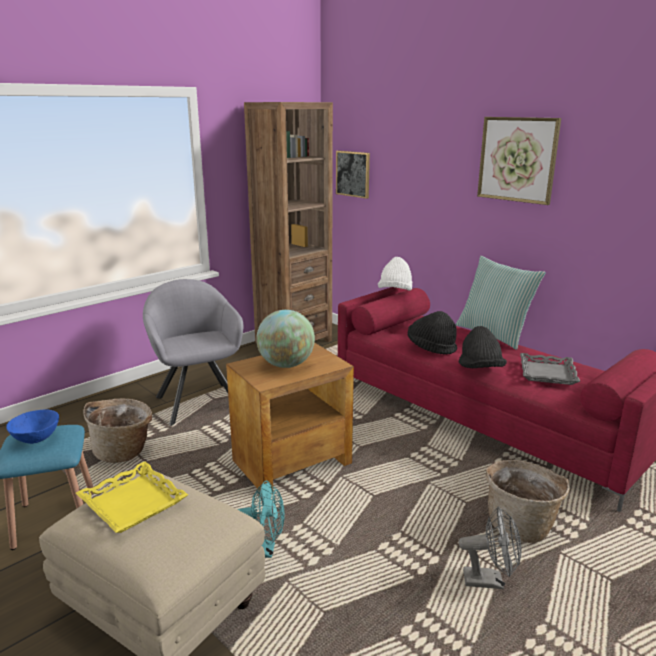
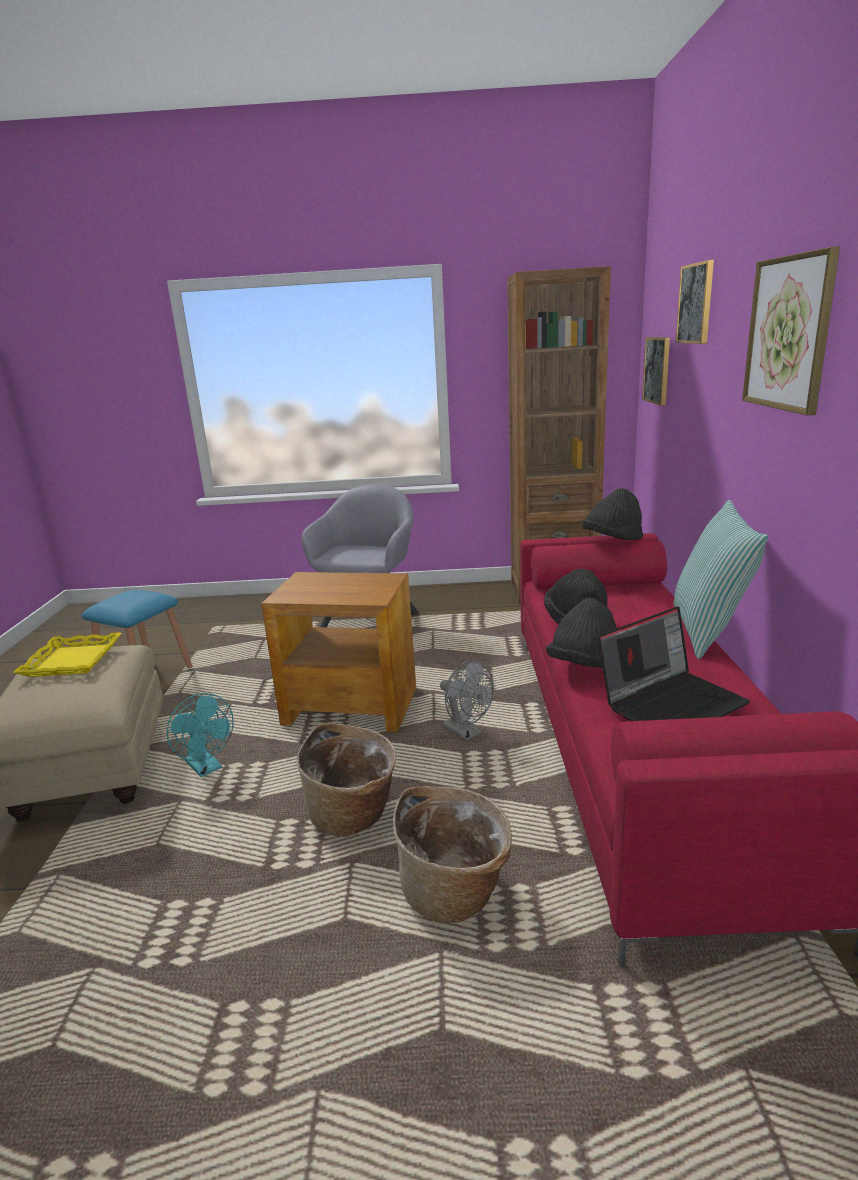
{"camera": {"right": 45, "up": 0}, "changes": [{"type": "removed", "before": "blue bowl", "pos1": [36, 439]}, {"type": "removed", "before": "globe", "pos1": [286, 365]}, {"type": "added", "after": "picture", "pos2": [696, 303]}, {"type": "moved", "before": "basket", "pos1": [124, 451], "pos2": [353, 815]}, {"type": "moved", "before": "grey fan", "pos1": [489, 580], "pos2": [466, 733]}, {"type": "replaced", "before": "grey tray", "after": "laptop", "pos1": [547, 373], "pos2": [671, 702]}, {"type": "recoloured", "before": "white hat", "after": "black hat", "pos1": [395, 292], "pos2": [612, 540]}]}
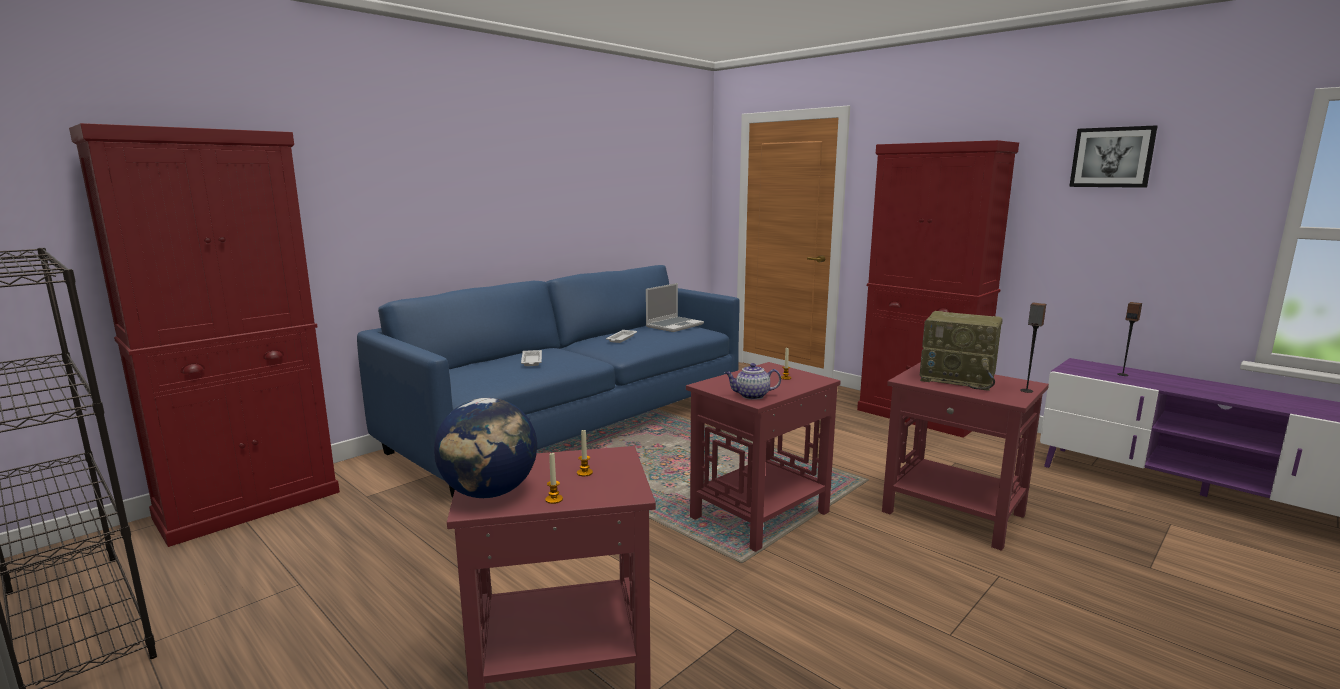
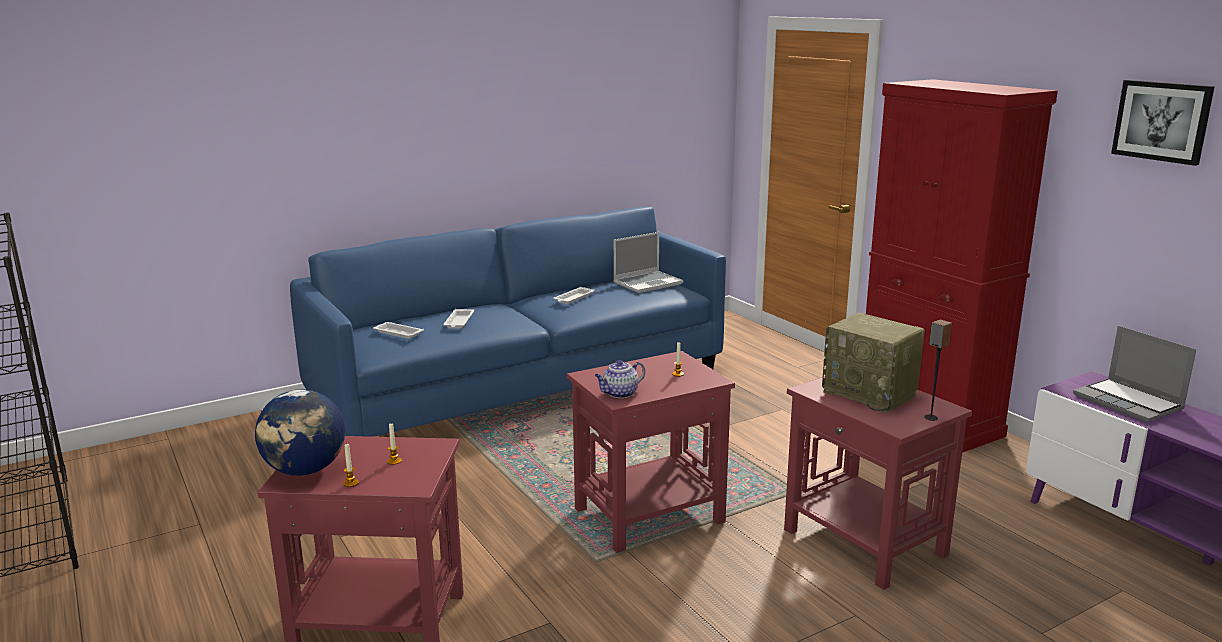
{"camera": {"right": 15, "up": 5}, "changes": [{"type": "removed", "before": "red cabinet", "pos1": [250, 504]}, {"type": "added", "after": "white tray", "pos2": [397, 333]}, {"type": "replaced", "before": "speaker", "after": "laptop", "pos1": [1122, 374], "pos2": [1129, 402]}, {"type": "turned", "before": "teapot", "pos1": [751, 396], "pos2": [619, 393], "turn": -45}]}
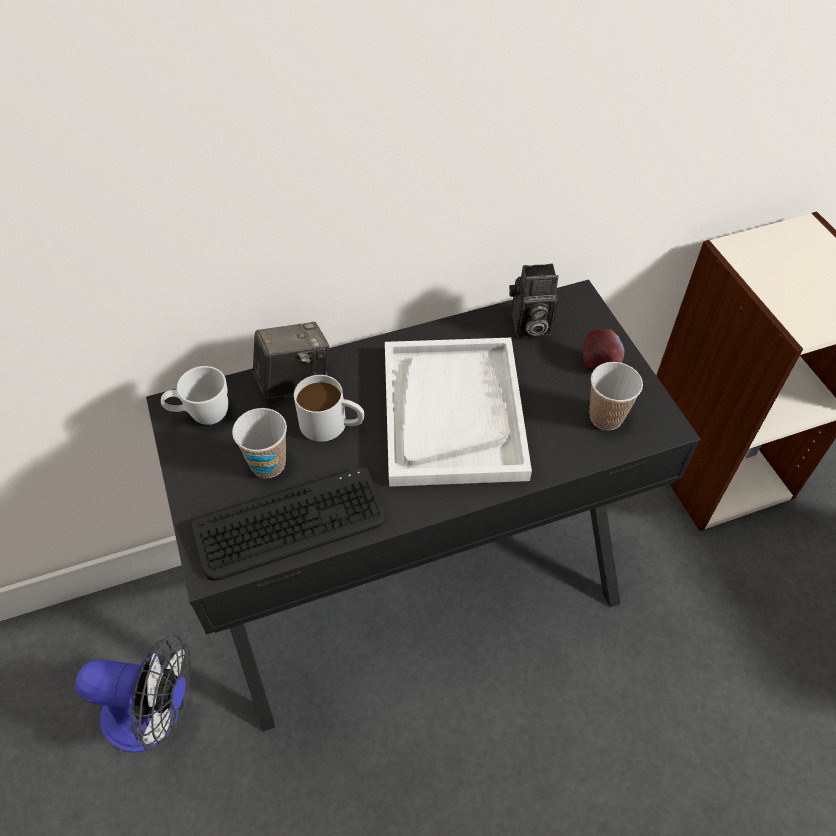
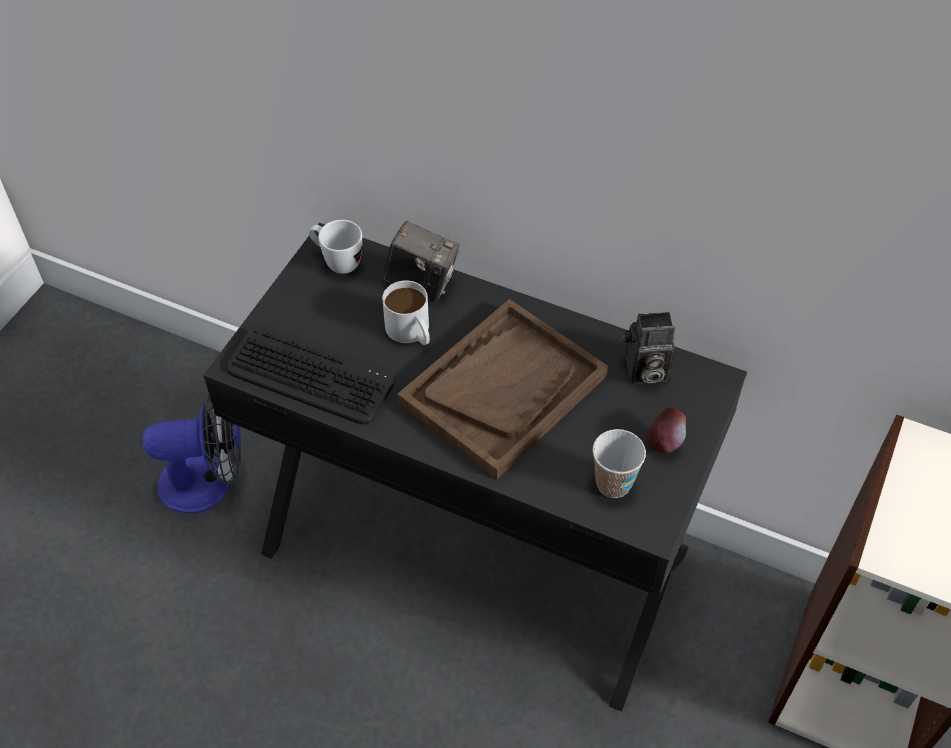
{"camera": {"right": 45, "up": 0}, "changes": [{"type": "removed", "before": "cup", "pos1": [268, 464]}, {"type": "recoloured", "before": "white tray", "after": "brown tray", "pos1": [452, 412], "pos2": [503, 389]}, {"type": "turned", "before": "fan", "pos1": [155, 715], "pos2": [208, 481], "turn": -60}, {"type": "turned", "before": "photo camera", "pos1": [529, 326], "pos2": [644, 371], "turn": -45}]}
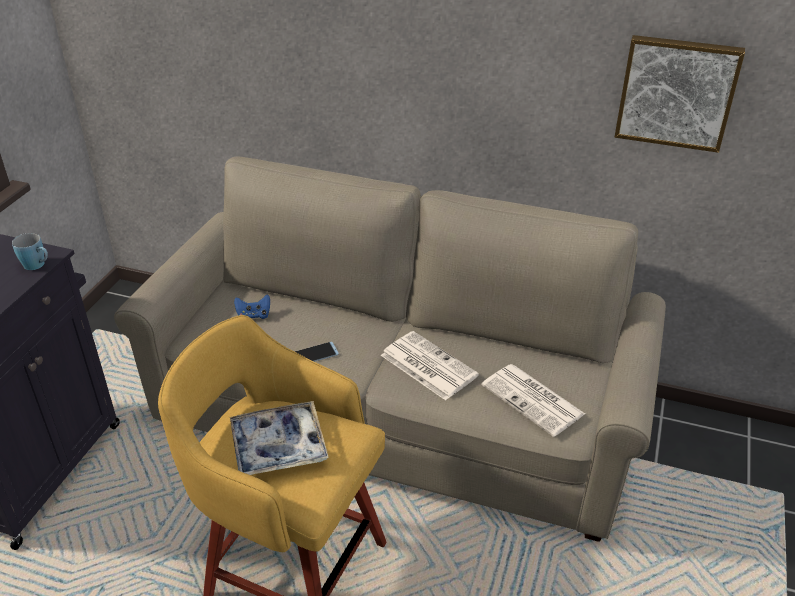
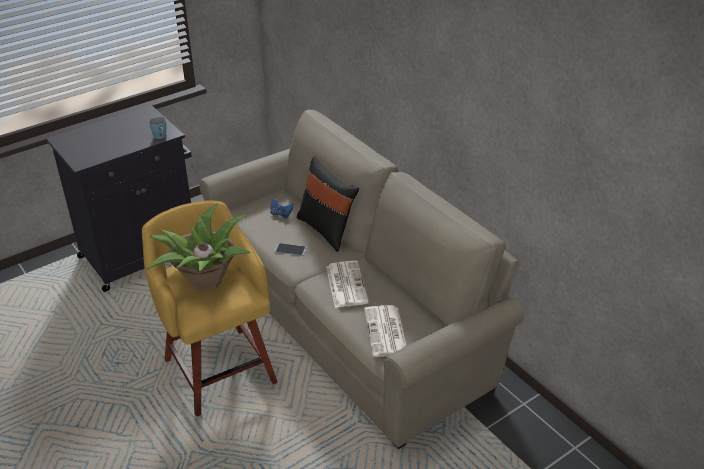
{"camera": {"right": 35, "up": 0}, "changes": [{"type": "removed", "before": "picture", "pos1": [677, 92]}, {"type": "added", "after": "black pillow", "pos2": [327, 230]}, {"type": "replaced", "before": "tray", "after": "potted plant", "pos1": [278, 446], "pos2": [205, 282]}]}
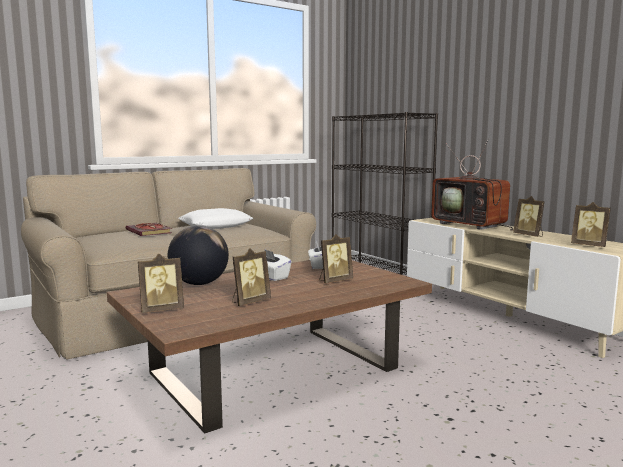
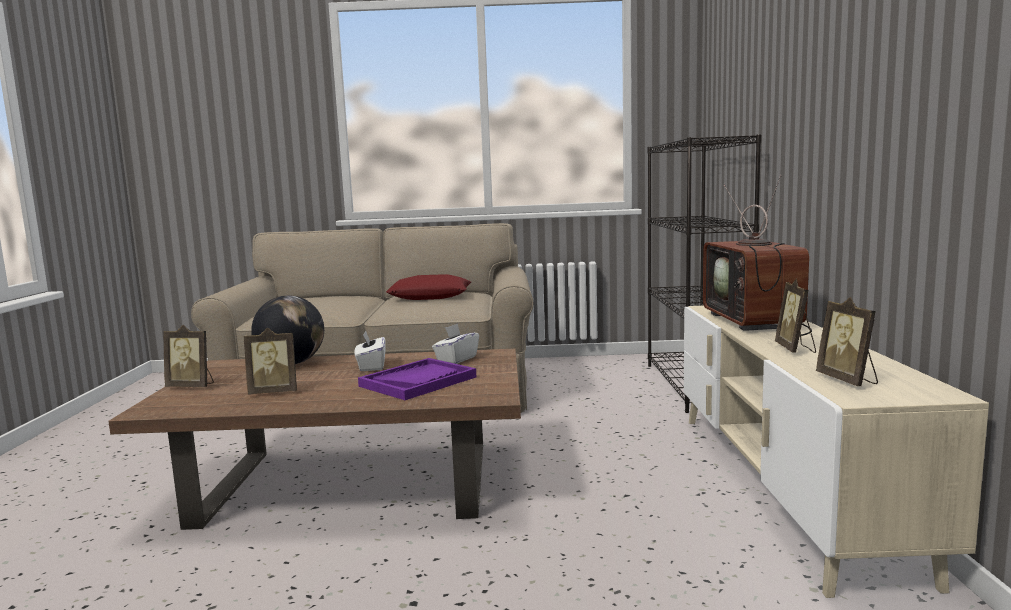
{"camera": {"right": 35, "up": 0}, "changes": [{"type": "removed", "before": "book", "pos1": [150, 232]}, {"type": "replaced", "before": "picture frame", "after": "purple tray", "pos1": [334, 281], "pos2": [418, 381]}, {"type": "recoloured", "before": "white pillow", "after": "red pillow", "pos1": [216, 225], "pos2": [430, 296]}]}
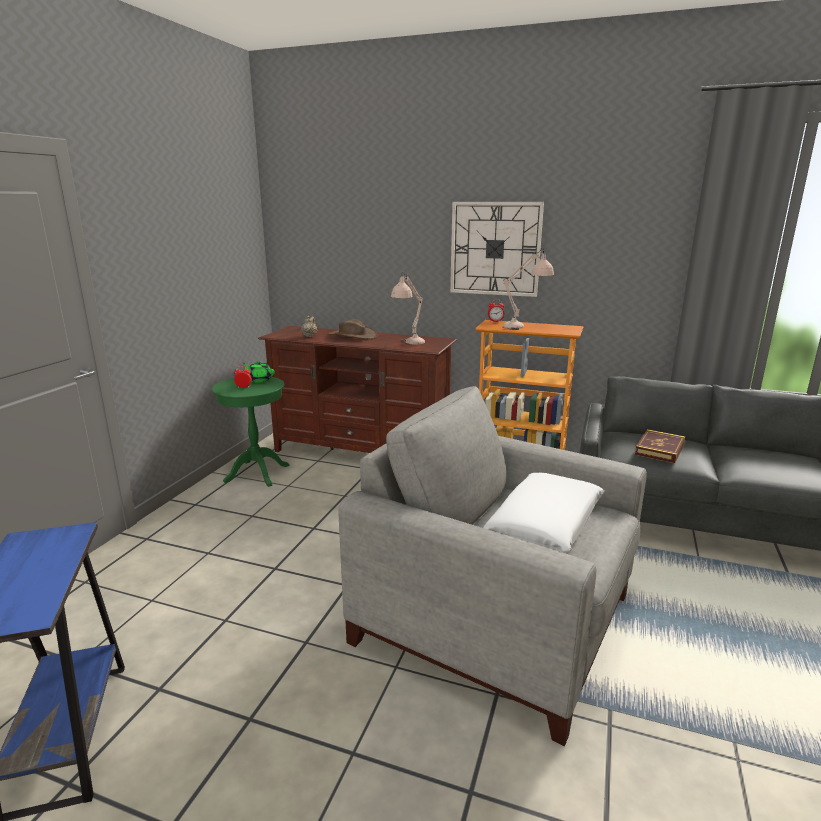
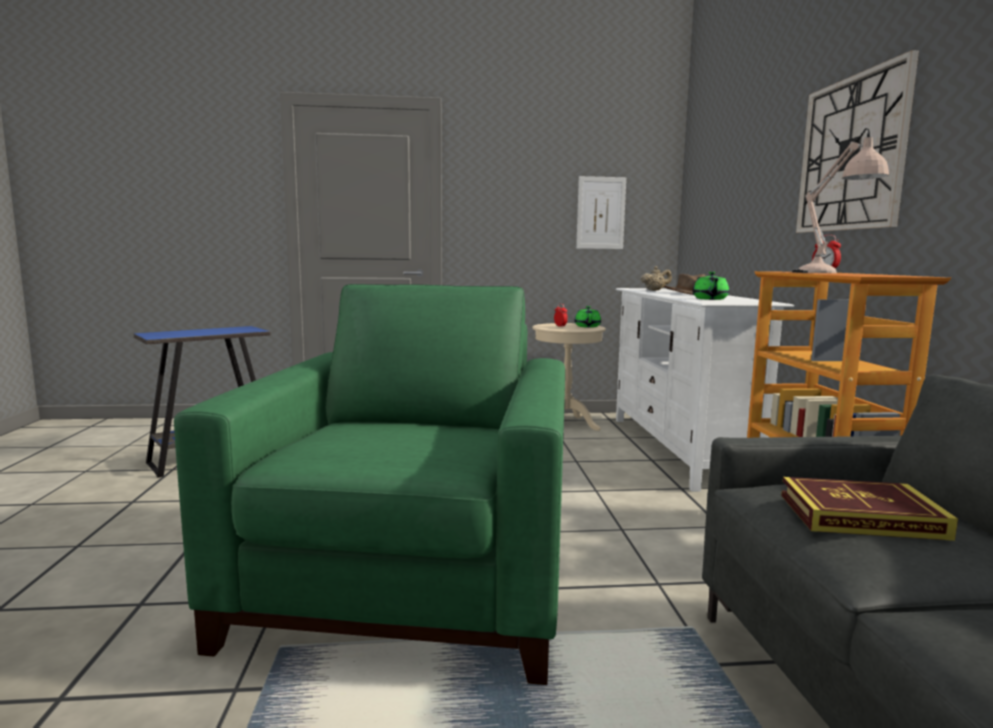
{"camera": {"right": 65, "up": -10}, "changes": [{"type": "removed", "before": "white pillow", "pos1": [545, 524]}, {"type": "added", "after": "picture", "pos2": [600, 213]}, {"type": "replaced", "before": "beige table lamp", "after": "green teapot", "pos1": [408, 344], "pos2": [710, 299]}, {"type": "recoloured", "before": "green side table", "after": "beige side table", "pos1": [257, 473], "pos2": [565, 424]}, {"type": "recoloured", "before": "brown tv stand", "after": "white tv stand", "pos1": [361, 453], "pos2": [679, 449]}, {"type": "recoloured", "before": "grey armchair", "after": "green armchair", "pos1": [498, 619], "pos2": [412, 580]}]}
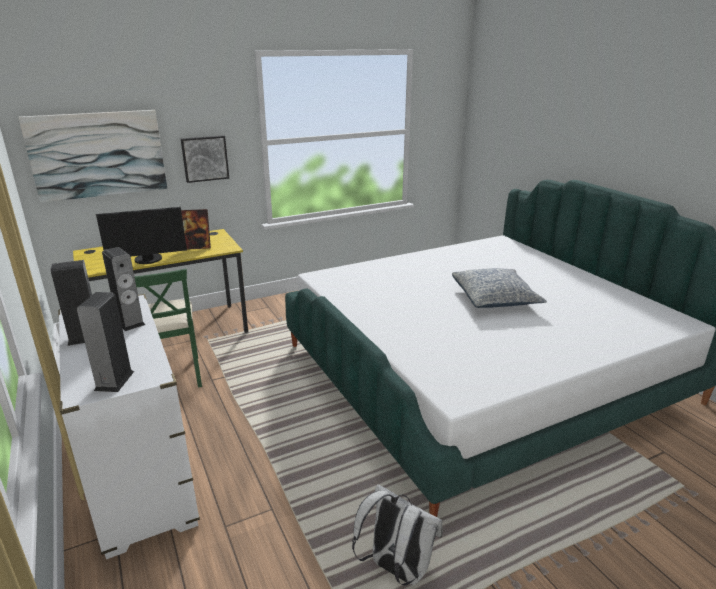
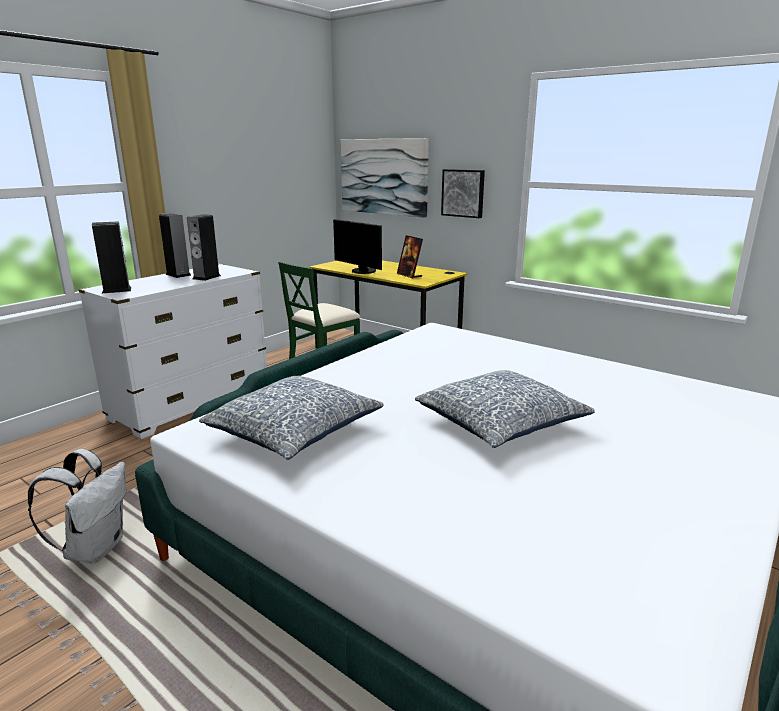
{"camera": {"right": 65, "up": -5}, "changes": [{"type": "added", "after": "pillow", "pos2": [295, 432]}]}
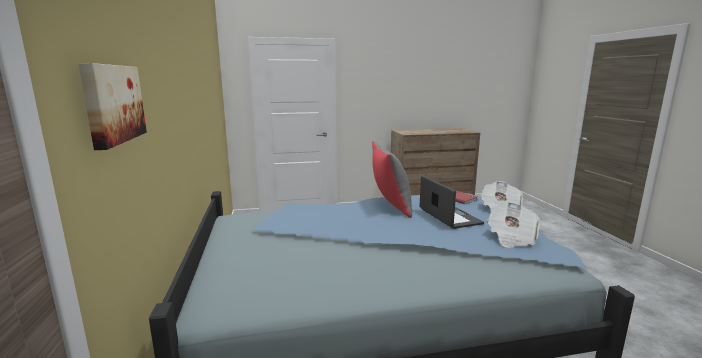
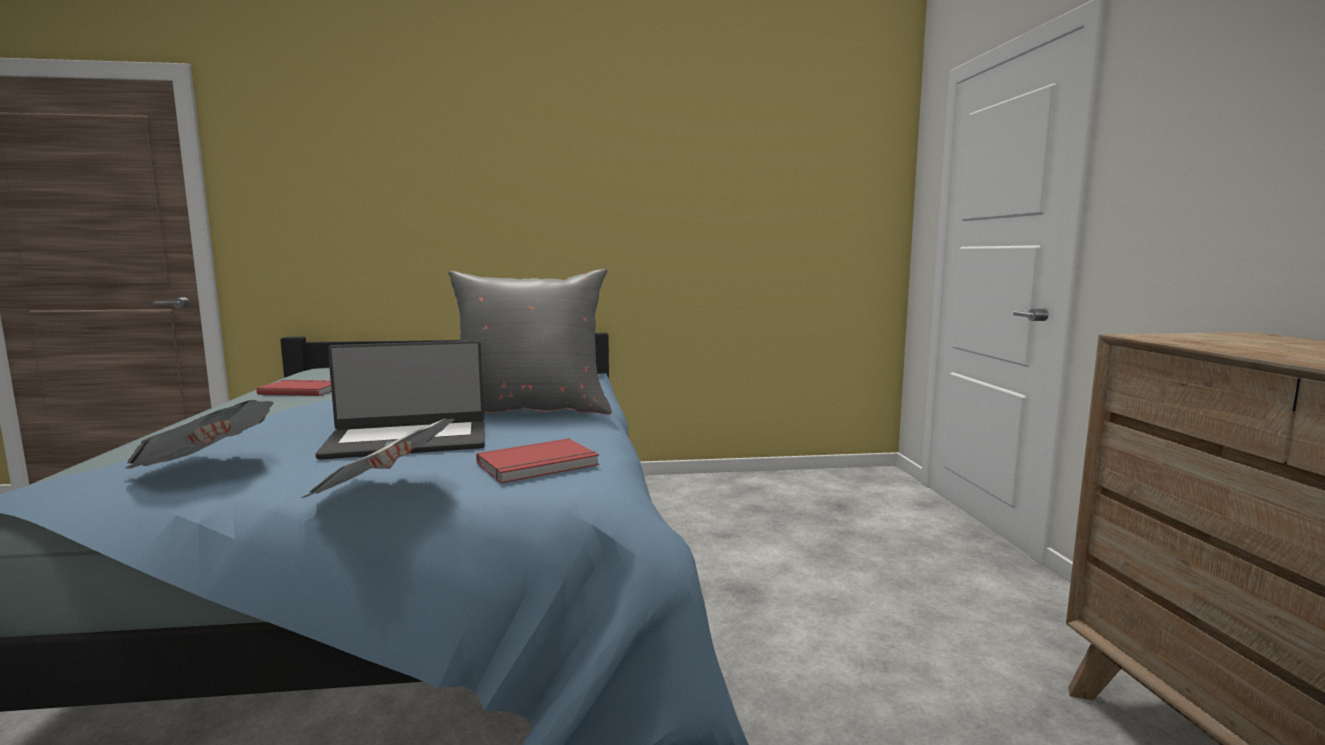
{"camera": {"right": 95, "up": -5}, "changes": [{"type": "removed", "before": "picture", "pos1": [112, 103]}, {"type": "added", "after": "red book", "pos2": [303, 390]}]}
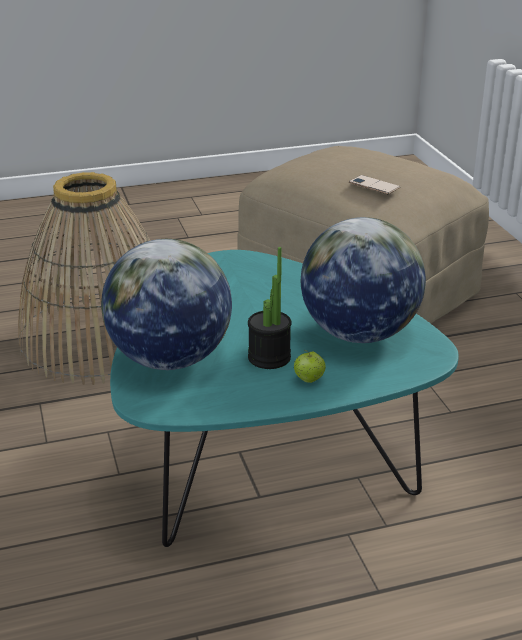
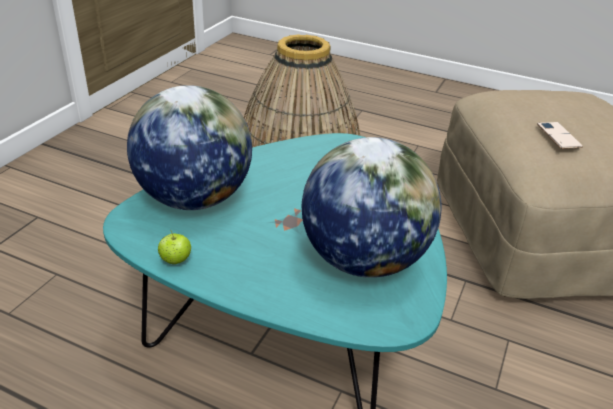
{"camera": {"right": 40, "up": 5}, "changes": [{"type": "removed", "before": "potted plant", "pos1": [269, 357]}, {"type": "moved", "before": "apple", "pos1": [309, 380], "pos2": [175, 261]}]}
